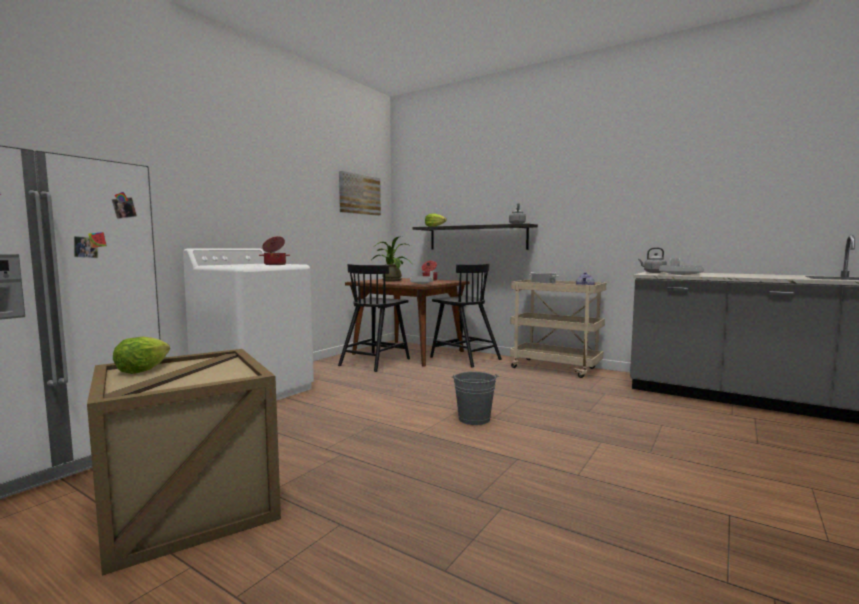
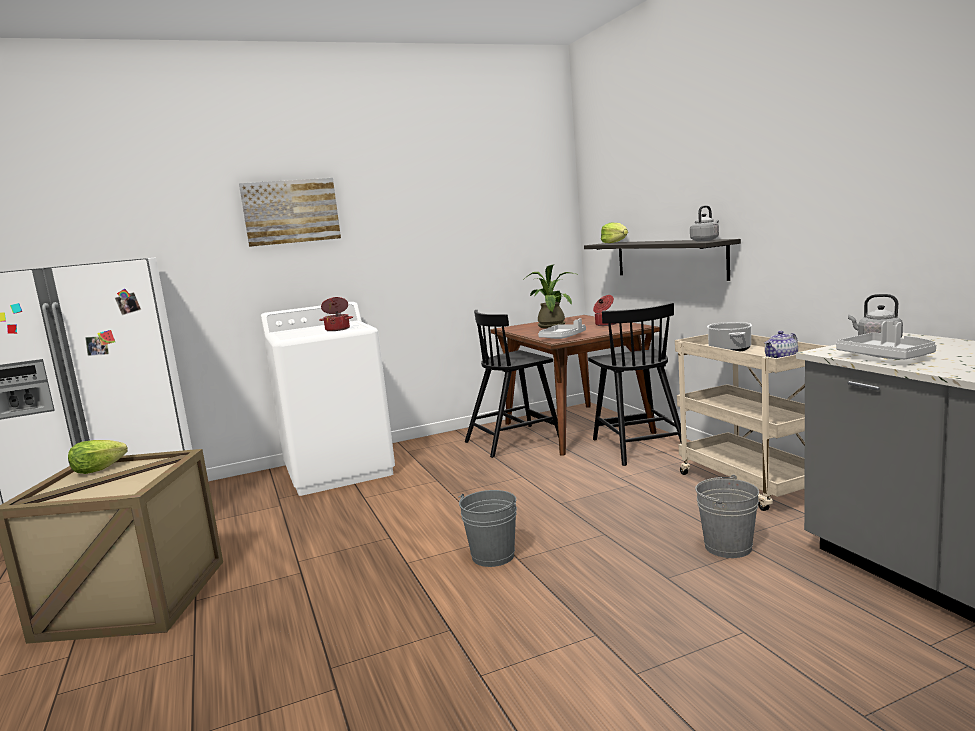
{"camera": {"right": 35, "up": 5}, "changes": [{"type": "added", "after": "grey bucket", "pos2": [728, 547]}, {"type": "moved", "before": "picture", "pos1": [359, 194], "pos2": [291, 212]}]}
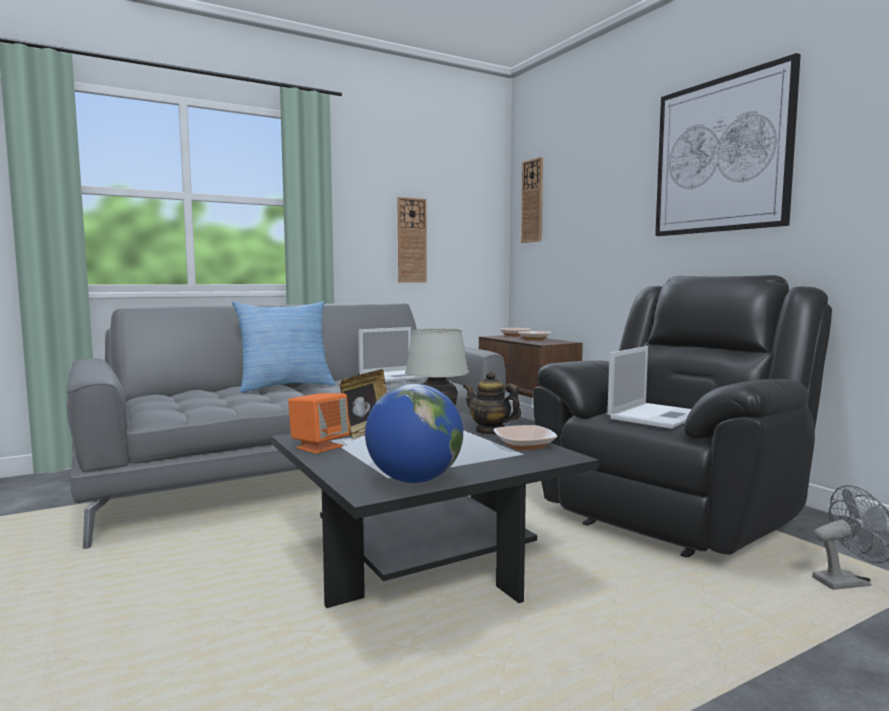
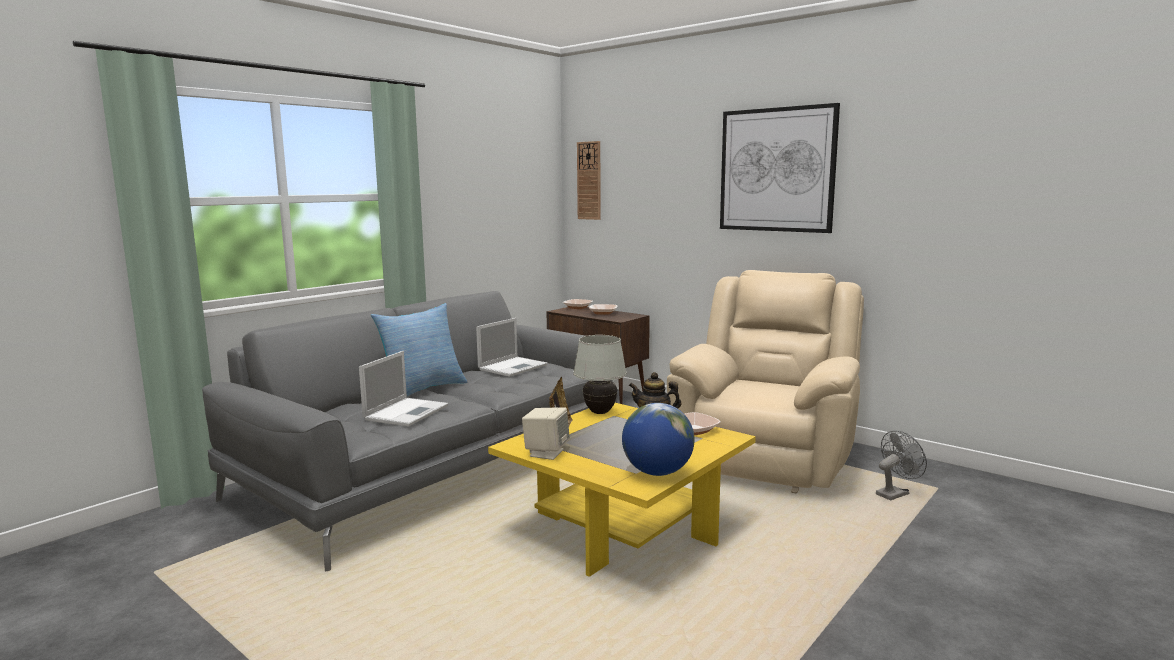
{"camera": {"right": -20, "up": 5}, "changes": [{"type": "removed", "before": "wall clock", "pos1": [411, 240]}, {"type": "moved", "before": "laptop", "pos1": [656, 416], "pos2": [407, 412]}, {"type": "recoloured", "before": "black coffee table", "after": "yellow coffee table", "pos1": [423, 561], "pos2": [623, 529]}, {"type": "recoloured", "before": "orange speaker", "after": "beige speaker", "pos1": [319, 447], "pos2": [546, 452]}, {"type": "recoloured", "before": "black armchair", "after": "beige armchair", "pos1": [676, 511], "pos2": [766, 458]}]}
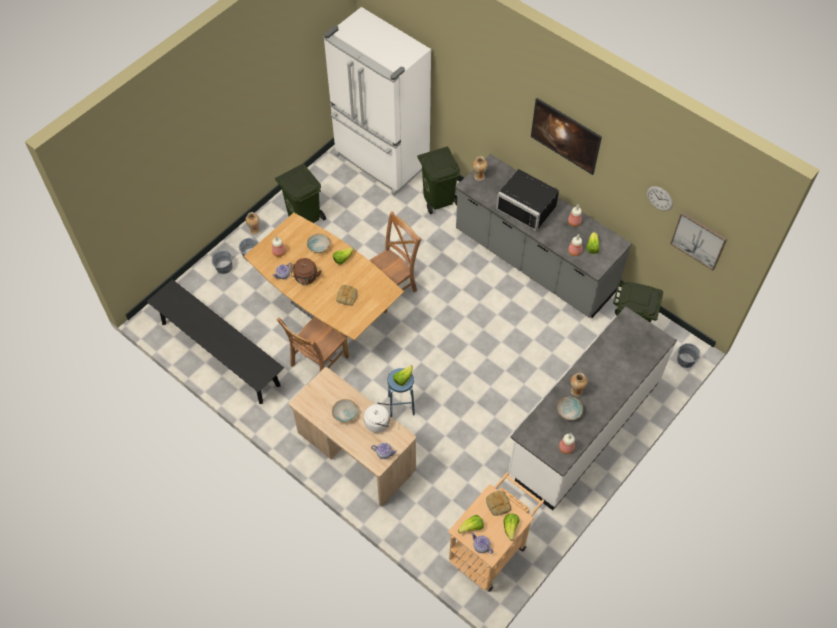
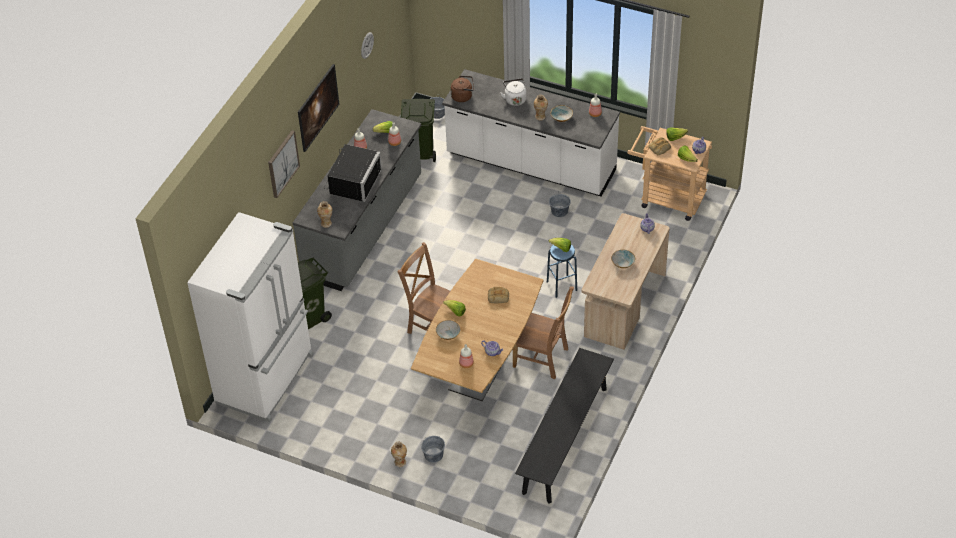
{"camera": {"right": -105, "up": -10}, "changes": [{"type": "removed", "before": "green trash can", "pos1": [304, 217]}, {"type": "moved", "before": "grey bucket", "pos1": [224, 267], "pos2": [559, 211]}, {"type": "moved", "before": "brown kettle", "pos1": [306, 278], "pos2": [463, 96]}, {"type": "moved", "before": "white kettle", "pos1": [378, 422], "pos2": [515, 99]}, {"type": "moved", "before": "picture", "pos1": [699, 240], "pos2": [282, 163]}]}
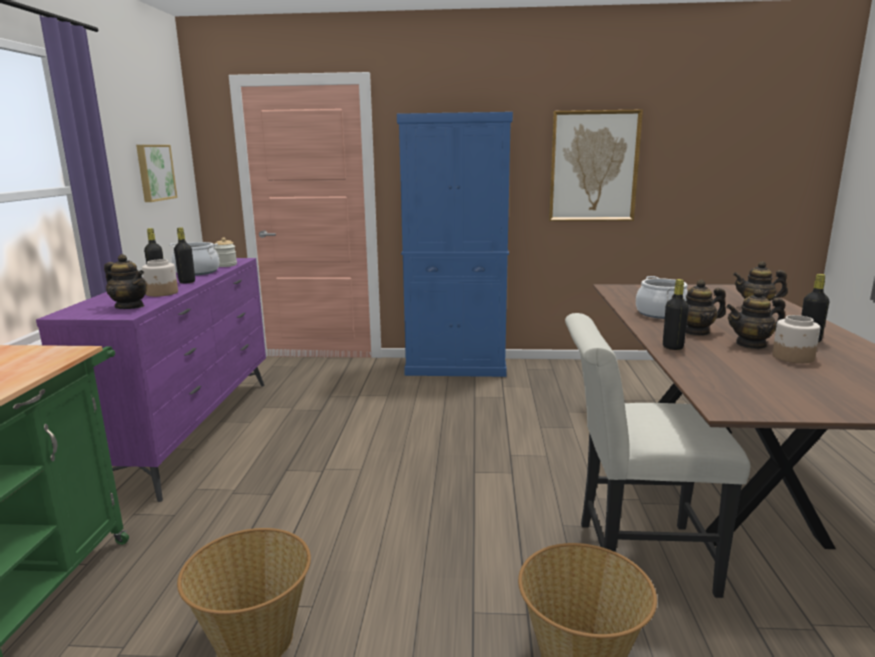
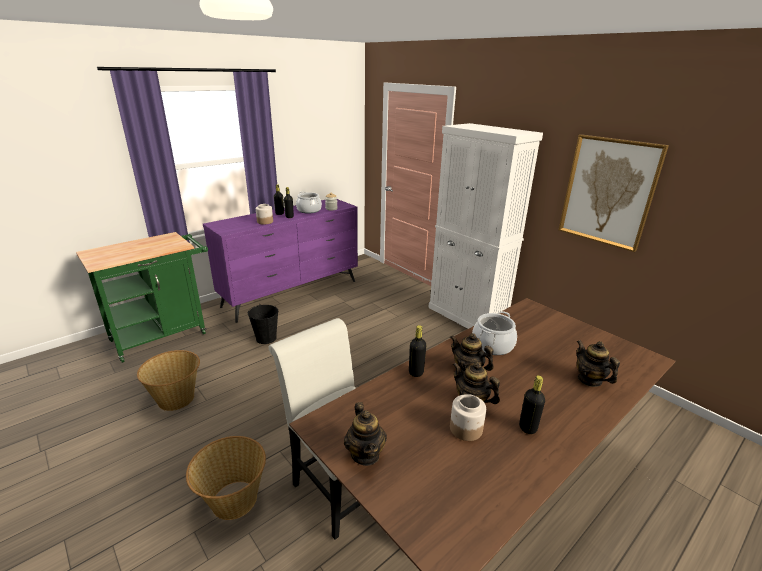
{"camera": {"right": 45, "up": 10}, "changes": [{"type": "removed", "before": "picture", "pos1": [154, 172]}, {"type": "added", "after": "black bucket", "pos2": [266, 338]}, {"type": "moved", "before": "teapot", "pos1": [130, 307], "pos2": [365, 454]}, {"type": "recoloured", "before": "blue cabinet", "after": "white cabinet", "pos1": [456, 367], "pos2": [467, 316]}]}
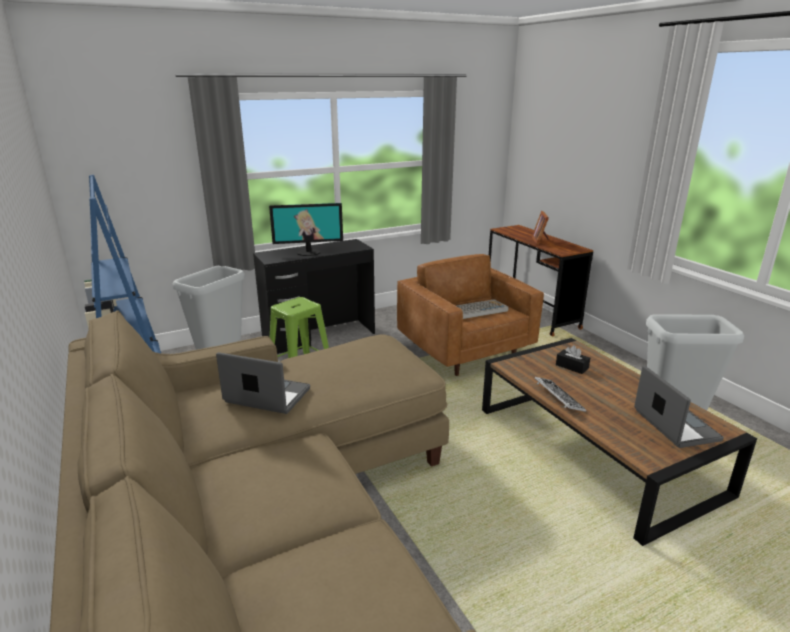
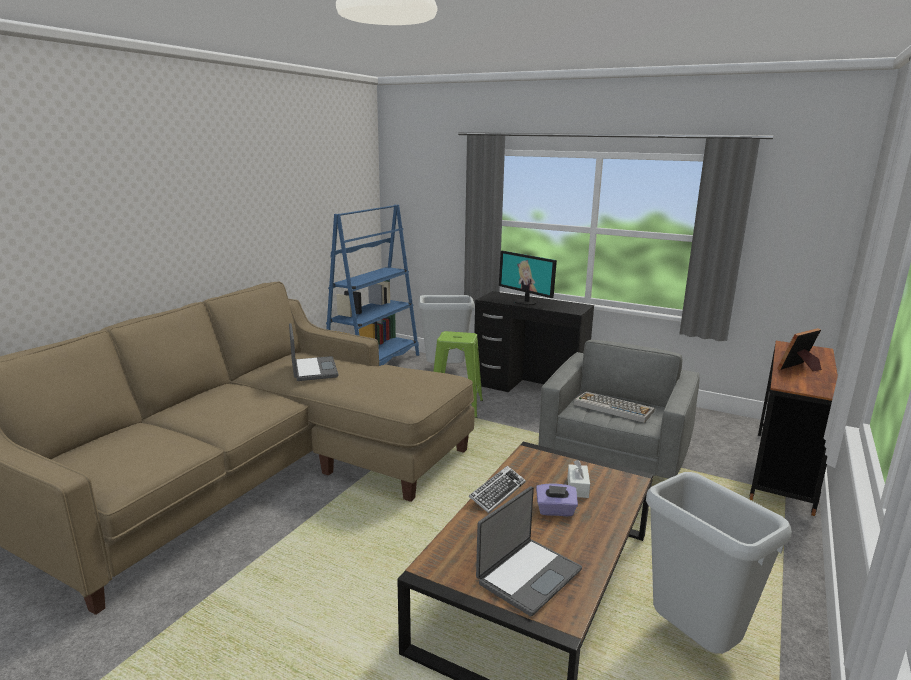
{"camera": {"right": 55, "up": -5}, "changes": [{"type": "added", "after": "purple tissue box", "pos2": [555, 511]}, {"type": "recoloured", "before": "brown armchair", "after": "grey armchair", "pos1": [464, 352], "pos2": [615, 458]}, {"type": "recoloured", "before": "black tissue box", "after": "white tissue box", "pos1": [572, 366], "pos2": [577, 487]}]}
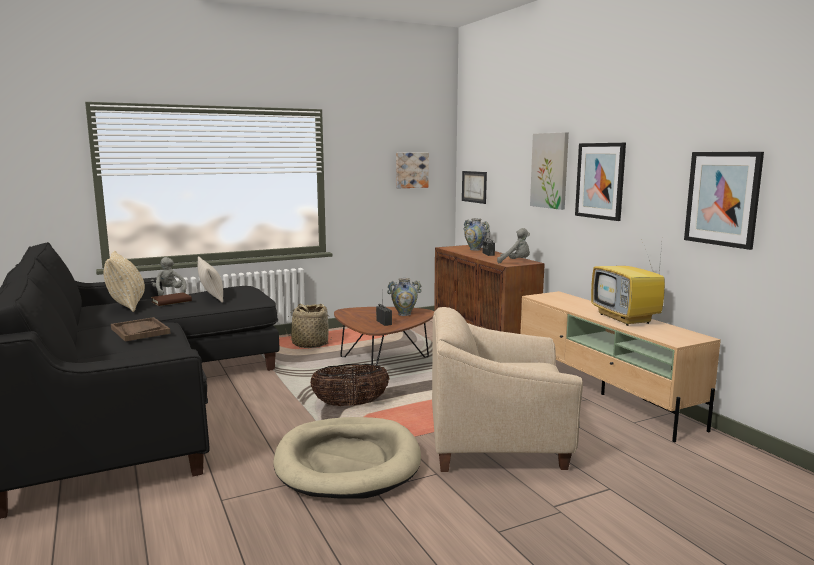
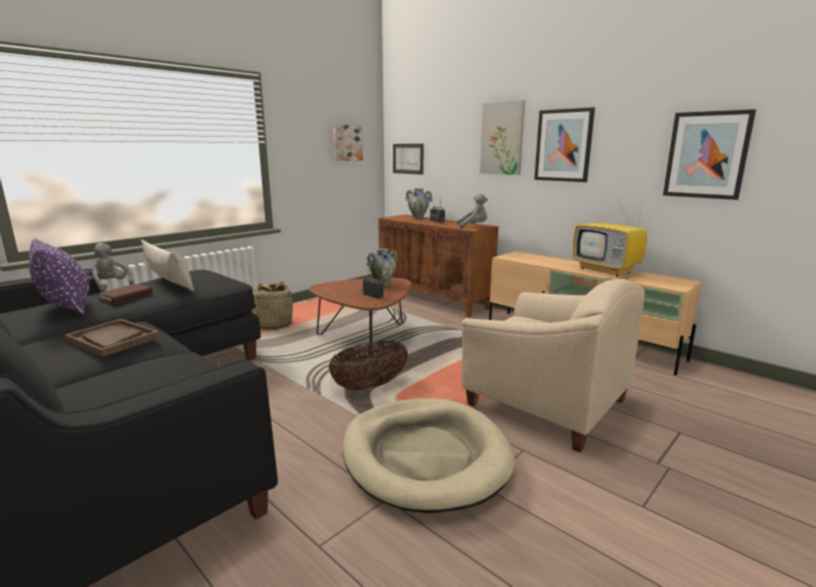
{"camera": {"right": -20, "up": 5}, "changes": [{"type": "recoloured", "before": "beige pillow", "after": "purple pillow", "pos1": [127, 306], "pos2": [67, 307]}, {"type": "turned", "before": "beige armchair", "pos1": [496, 443], "pos2": [544, 404], "turn": -120}]}
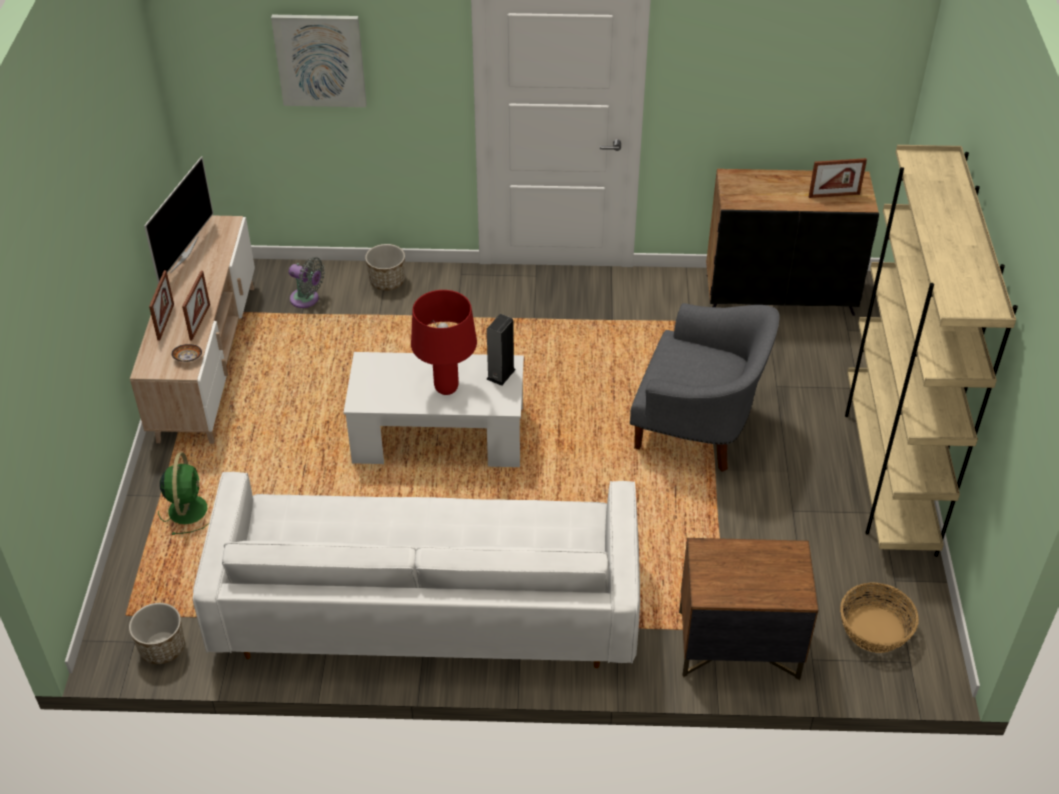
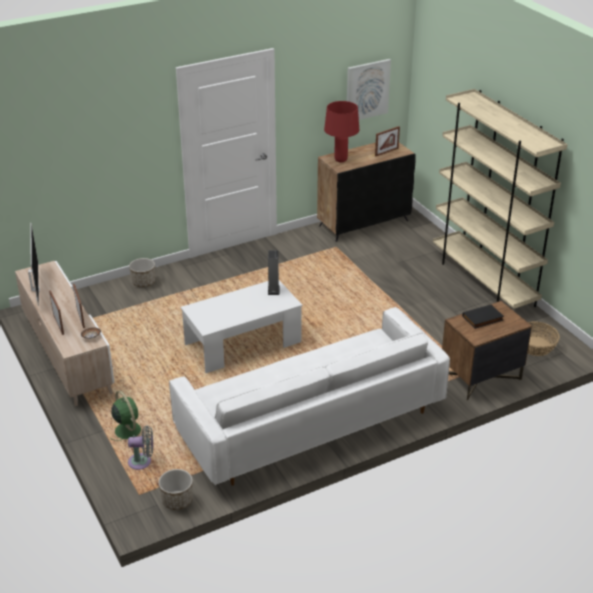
{"camera": {"right": -30, "up": -10}, "changes": [{"type": "removed", "before": "grey armchair", "pos1": [698, 428]}, {"type": "added", "after": "black book", "pos2": [483, 319]}, {"type": "moved", "before": "picture", "pos1": [320, 60], "pos2": [367, 90]}, {"type": "moved", "before": "grey fan", "pos1": [307, 299], "pos2": [142, 462]}, {"type": "moved", "before": "red table lamp", "pos1": [446, 388], "pos2": [340, 160]}]}
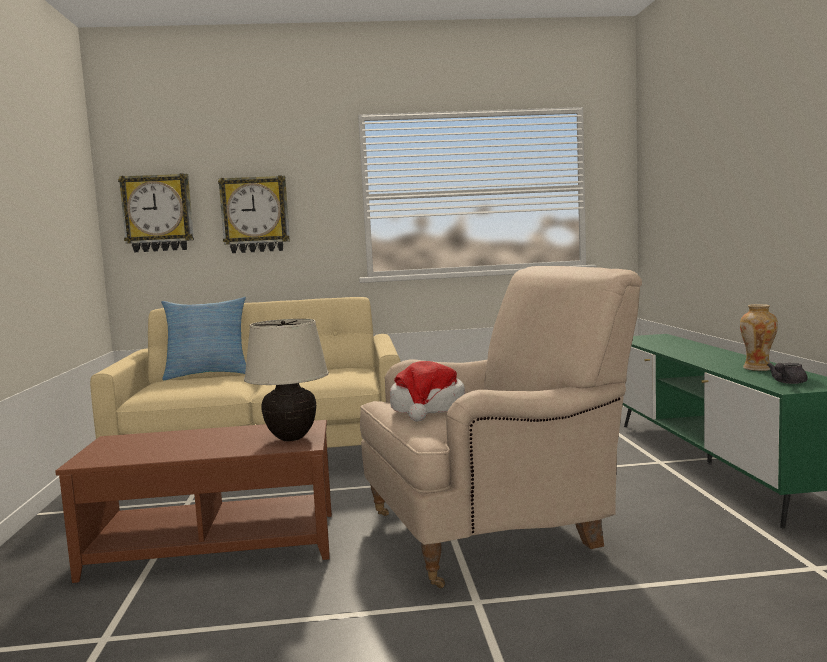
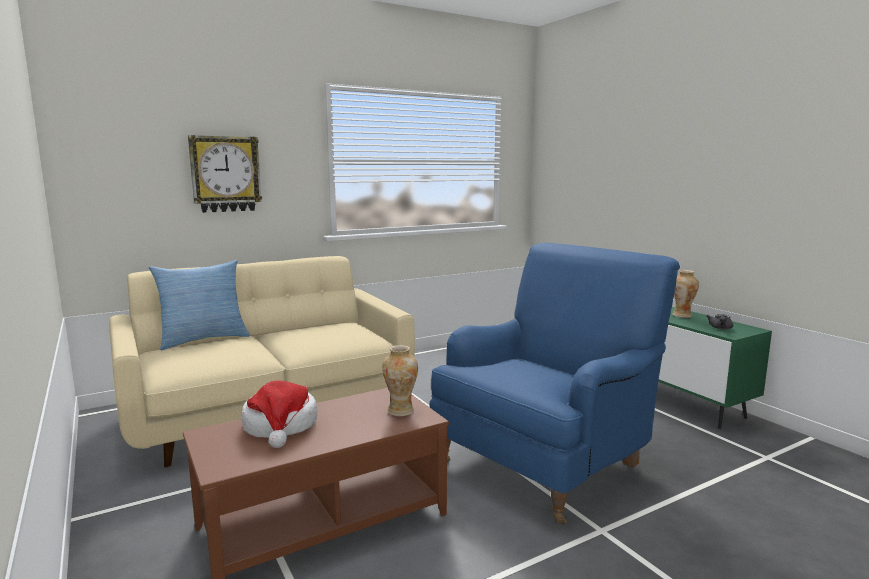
{"camera": {"right": -25, "up": 5}, "changes": [{"type": "removed", "before": "wall clock", "pos1": [158, 213]}, {"type": "moved", "before": "hat", "pos1": [427, 409], "pos2": [280, 426]}, {"type": "replaced", "before": "beige table lamp", "after": "vase", "pos1": [291, 438], "pos2": [400, 411]}, {"type": "recoloured", "before": "beige armchair", "after": "blue armchair", "pos1": [492, 530], "pos2": [545, 462]}]}
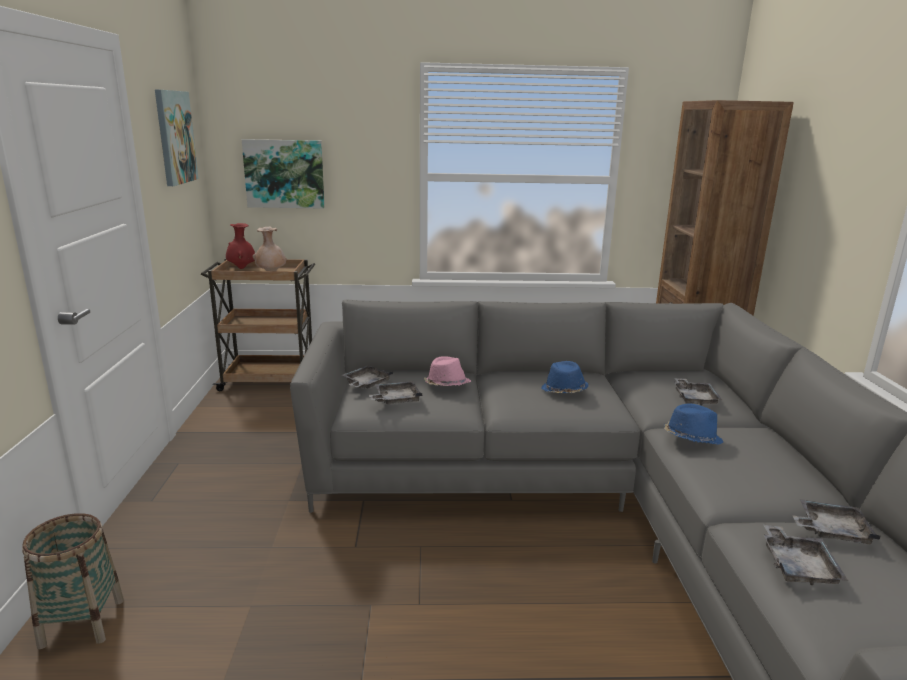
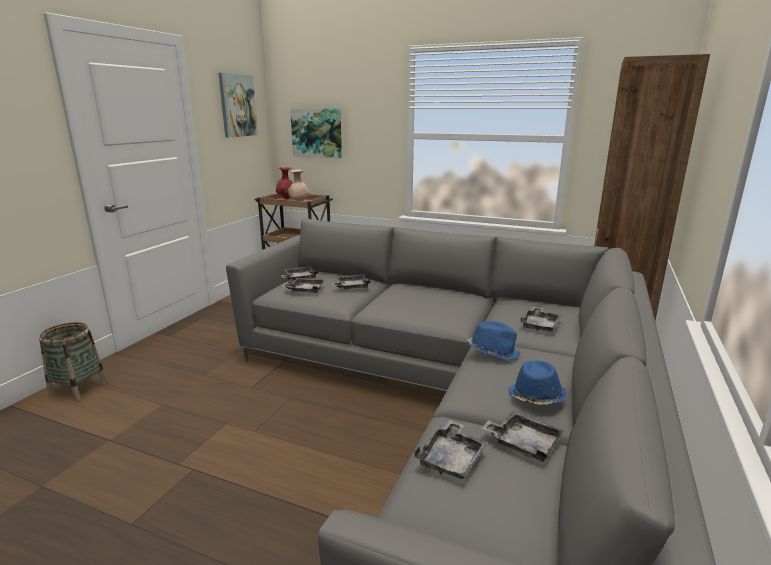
{"camera": {"right": 25, "up": 0}, "changes": [{"type": "moved", "before": "blue hat", "pos1": [564, 391], "pos2": [536, 397]}, {"type": "replaced", "before": "pink hat", "after": "grey tray", "pos1": [446, 385], "pos2": [351, 287]}]}
